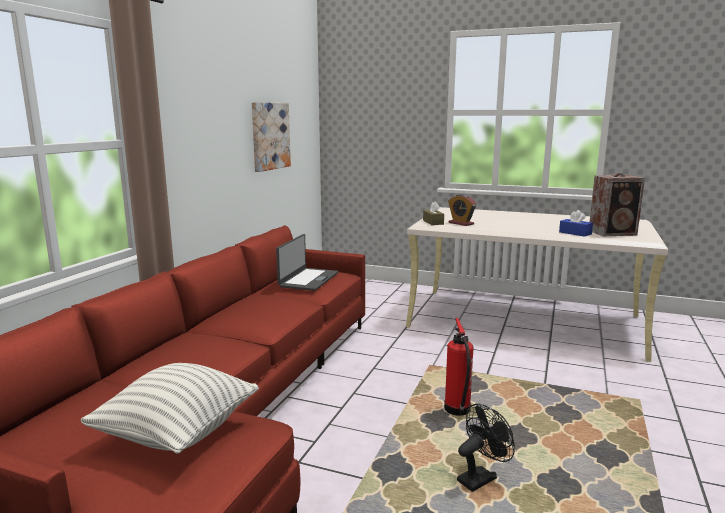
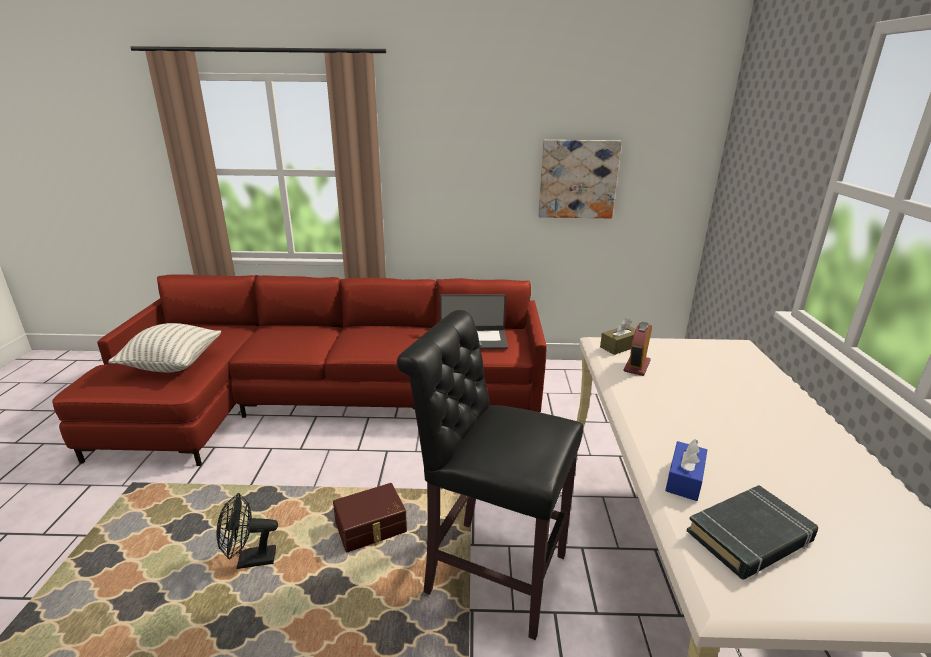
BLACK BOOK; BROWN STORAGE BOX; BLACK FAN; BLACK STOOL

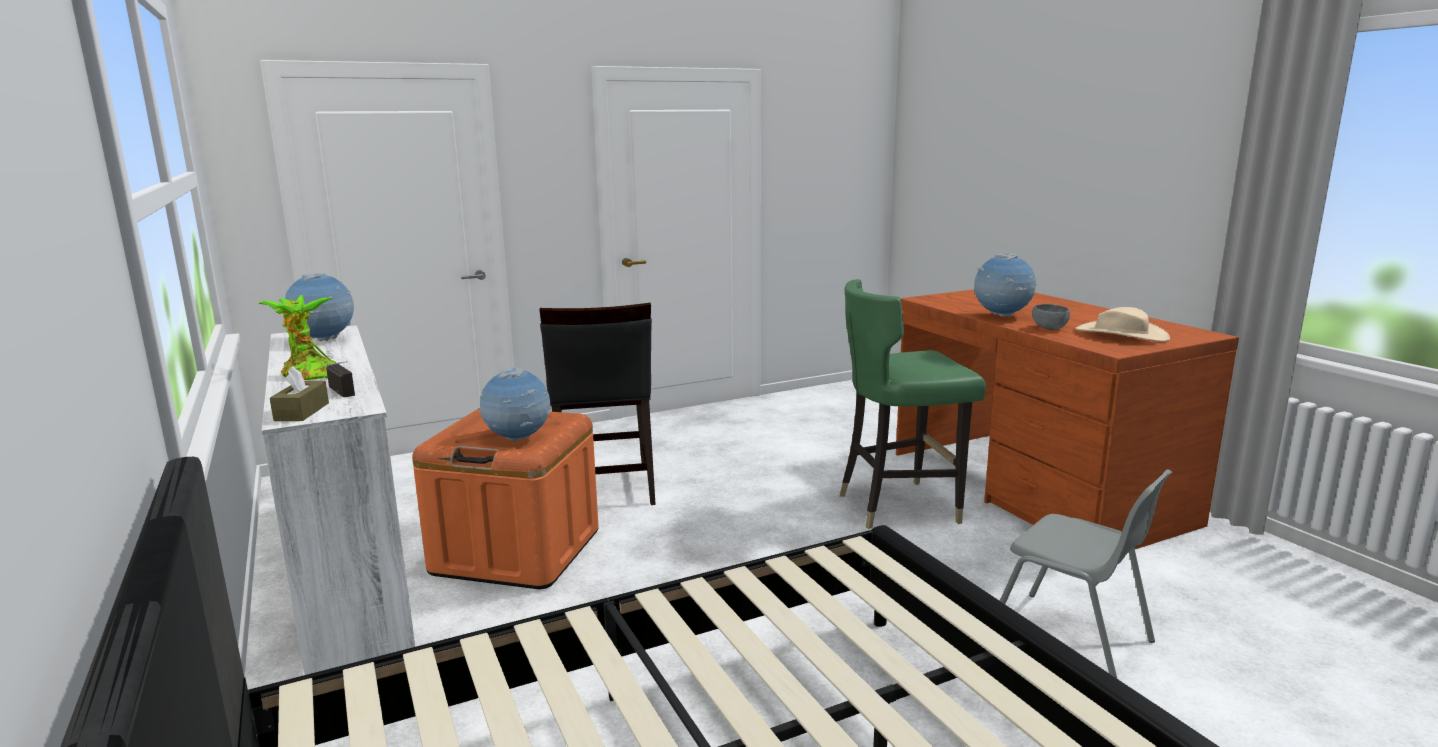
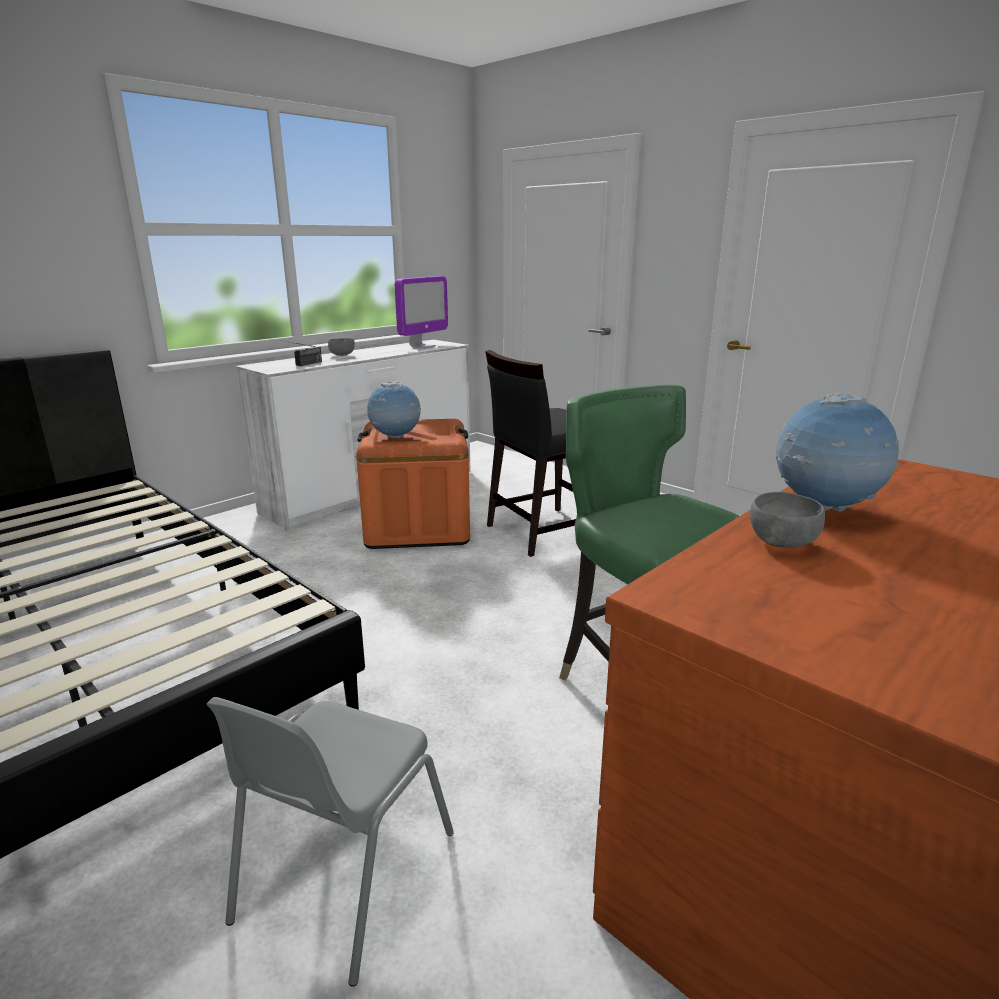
MONITOR; GREY BOWL (no. 1 from left); BEIGE HAT; BROWN TISSUE BOX

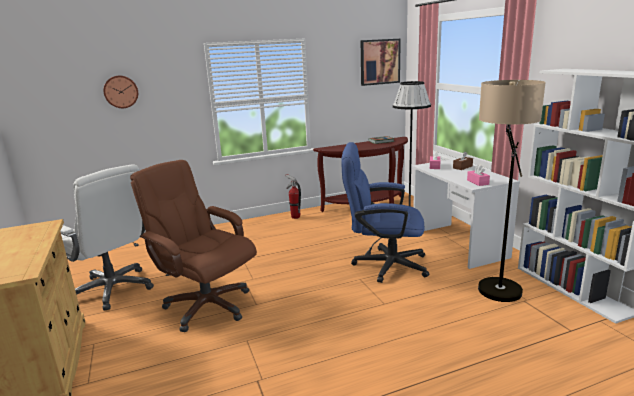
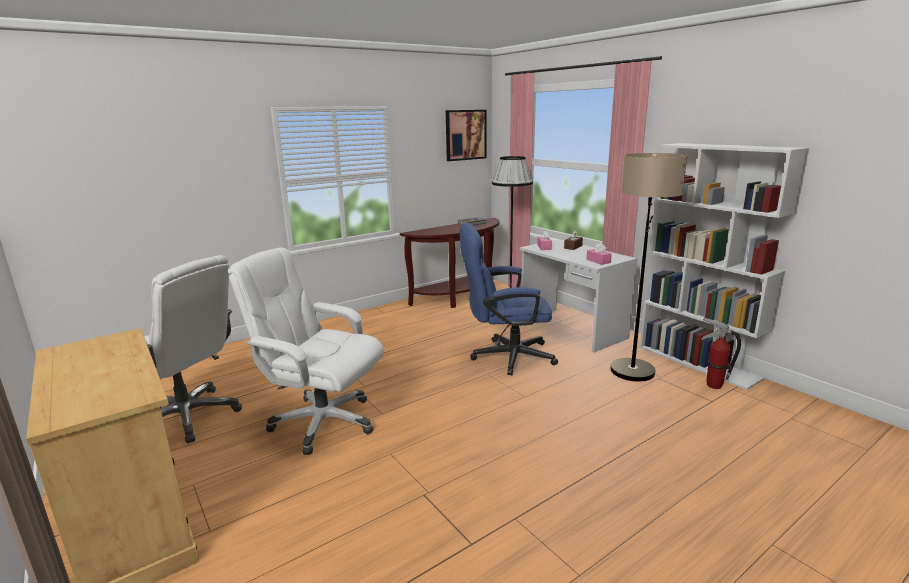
WALL CLOCK; WHITE OFFICE CHAIR (no. 2 from left); FIRE EXTINGUISHER

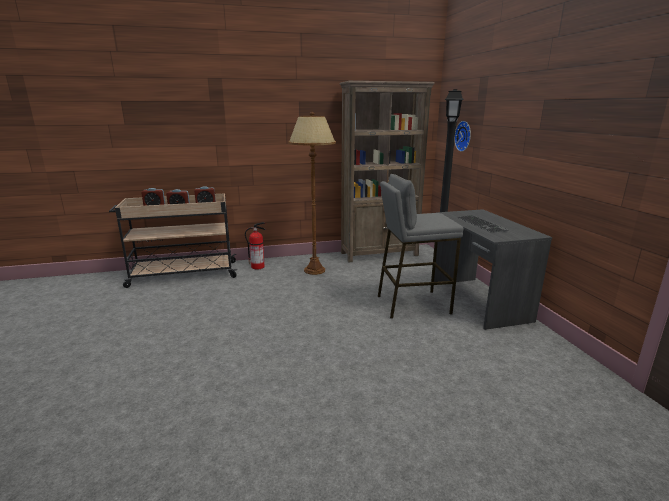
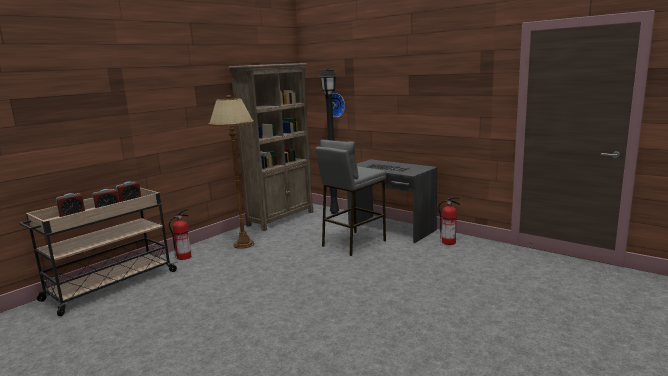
FIRE EXTINGUISHER (no. 2 from left)

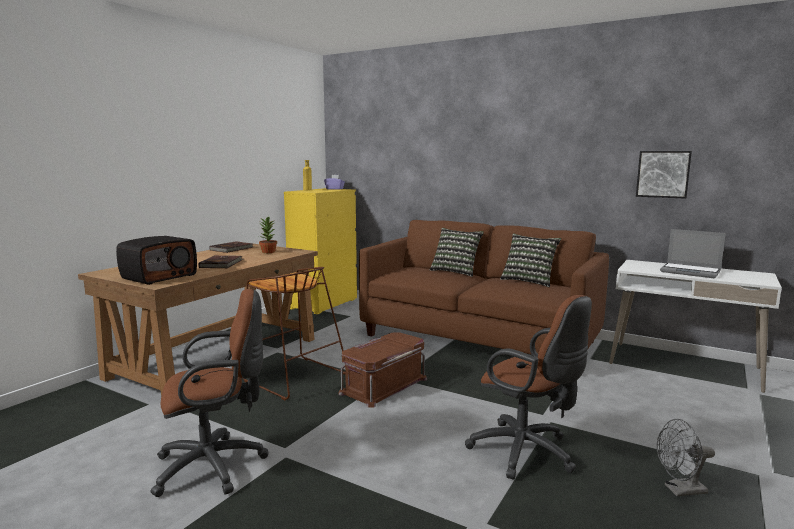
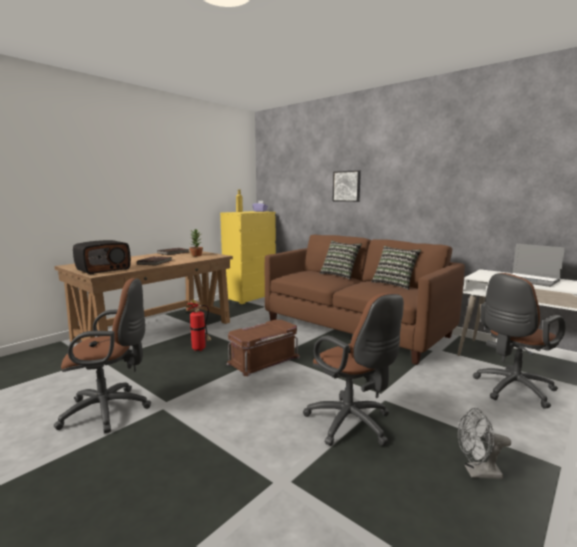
PICTURE; FIRE EXTINGUISHER; BROWN OFFICE CHAIR (no. 3 from left)

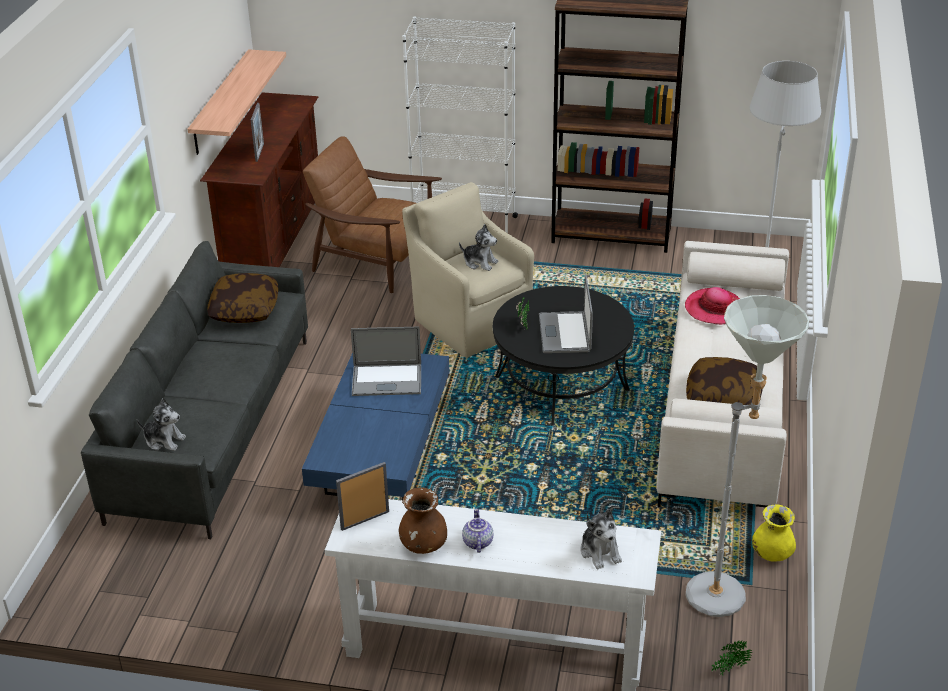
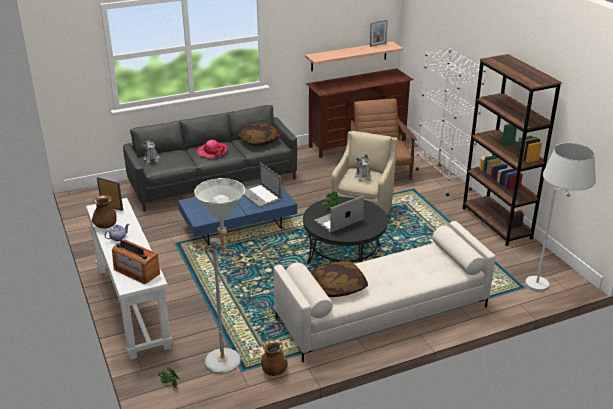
PICTURE FRAME (no. 2 from left); HAT; BROWN VASE (no. 2 from left); RADIO

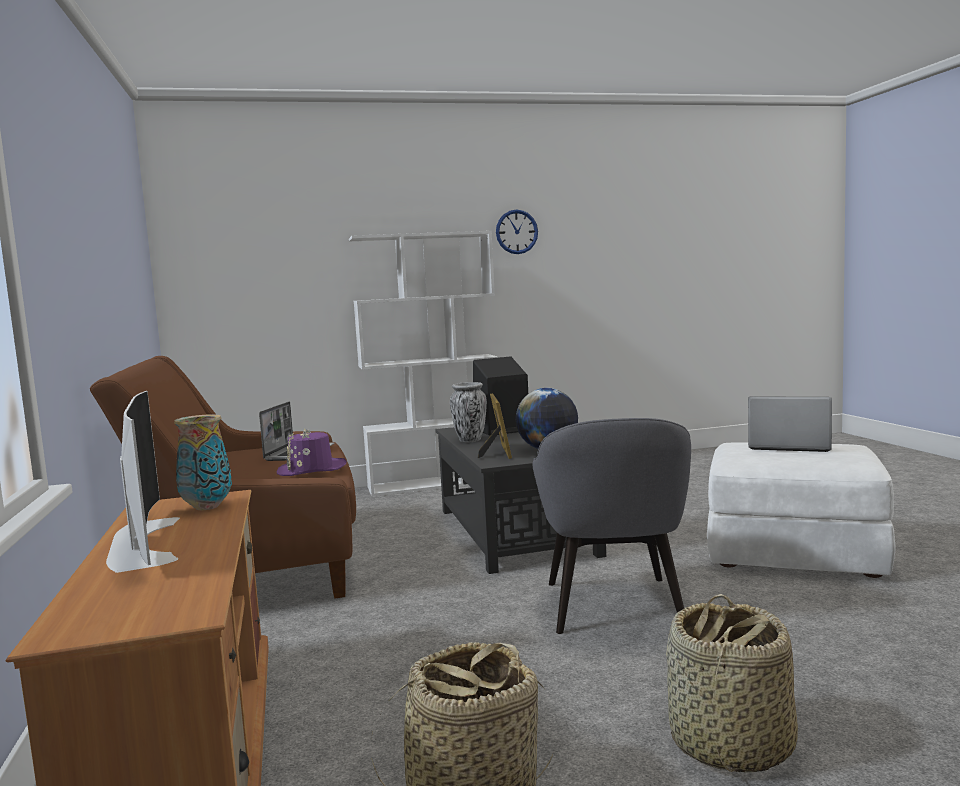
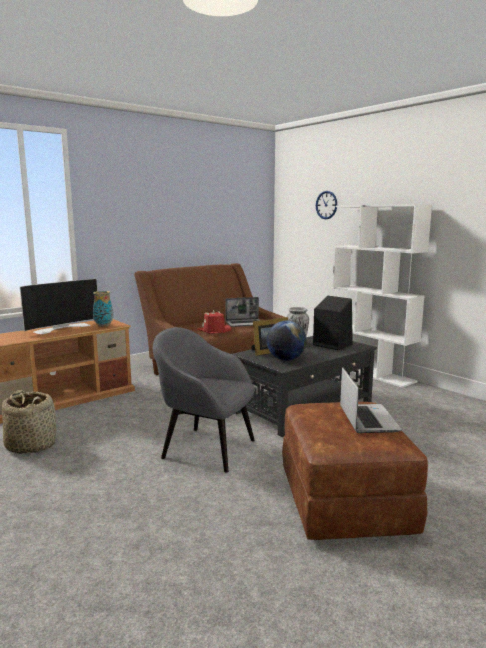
WALL CLOCK; GREY ARMCHAIR; RED HAT; BROWN OTTOMAN; BASKET (no. 2 from left in the first image)

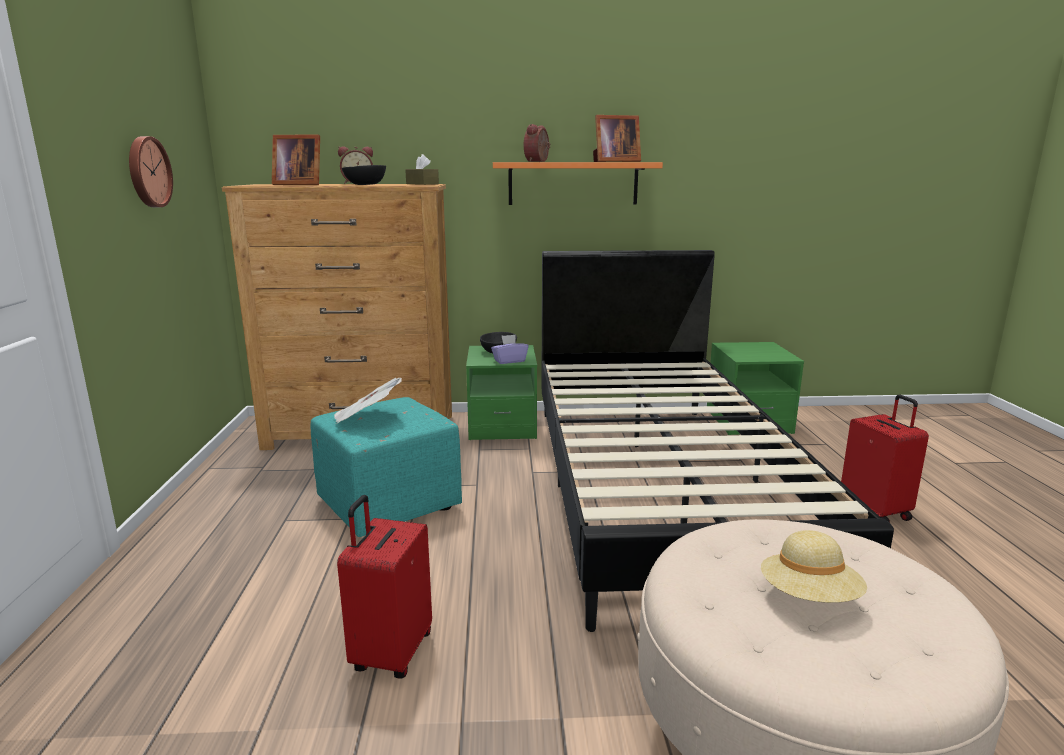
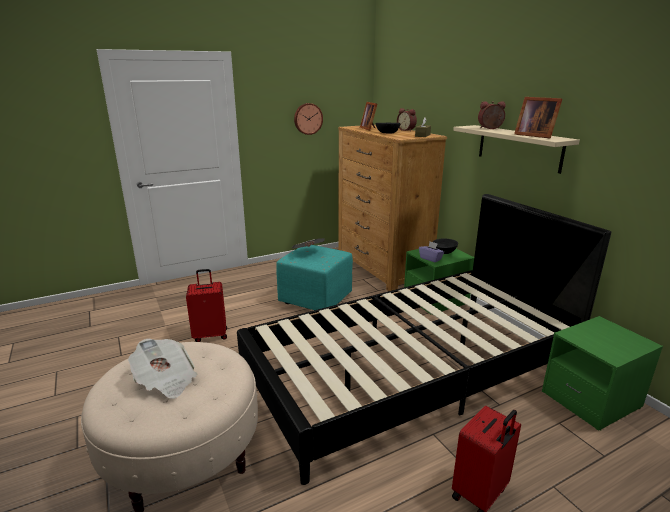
BEIGE SHELF; NEWSPAPER (no. 1 from left)

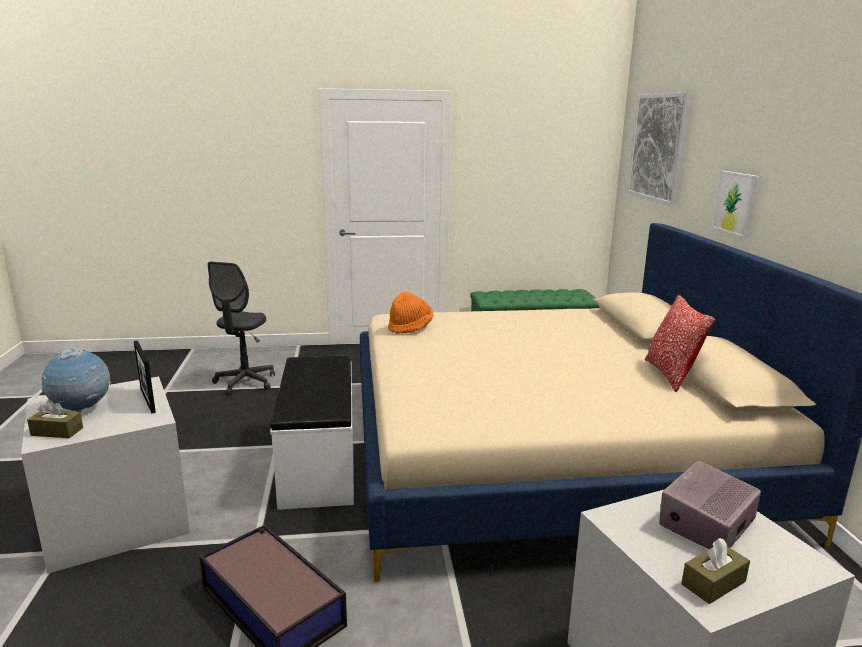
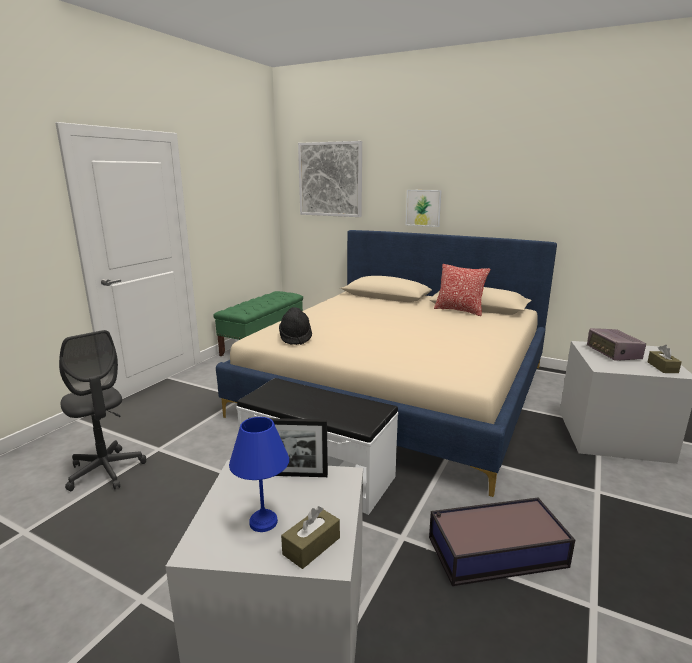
BLACK HAT; BLUE TABLE LAMP

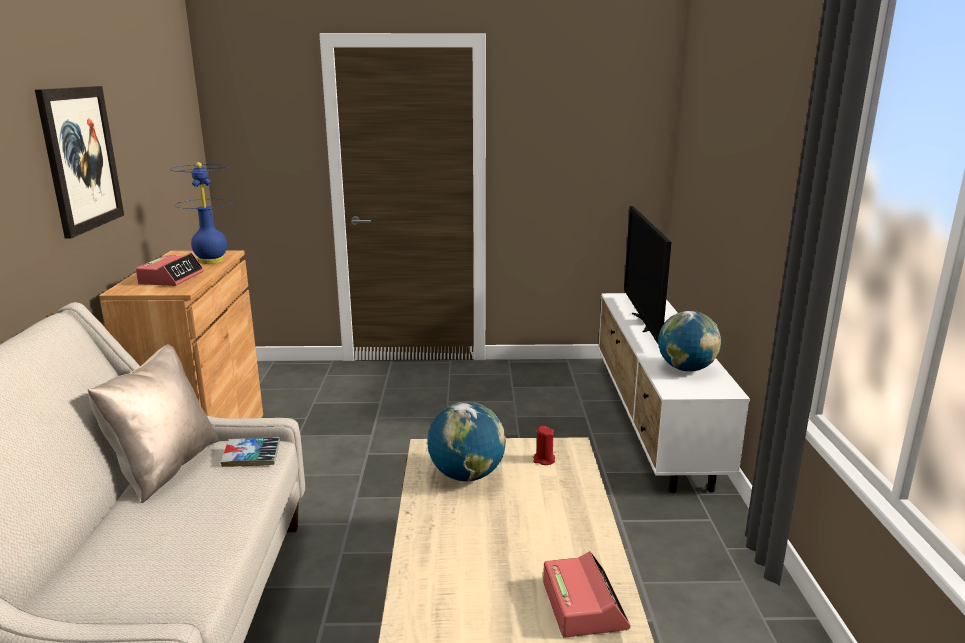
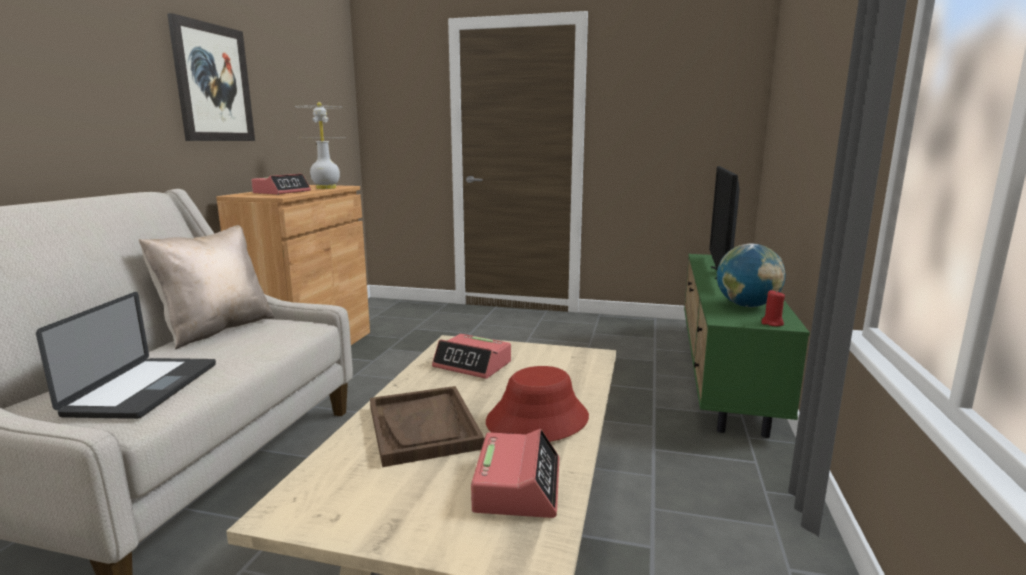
WHITE TABLE LAMP; GREEN TV STAND; ALARM CLOCK (no. 2 from left); RED CANDLE; BOOK; LAPTOP; RED HAT; BROWN TRAY

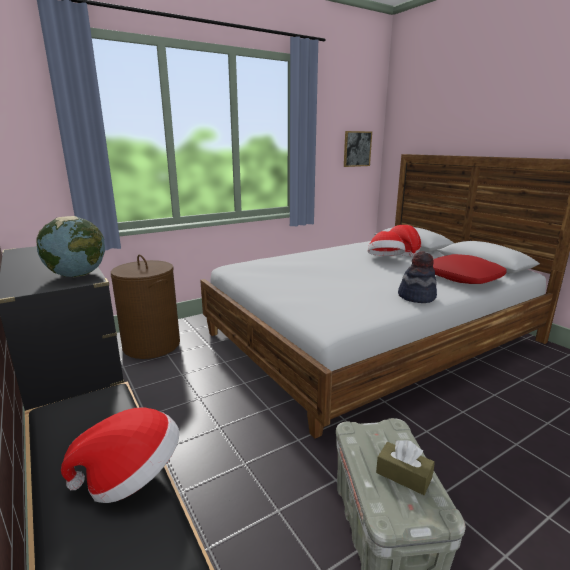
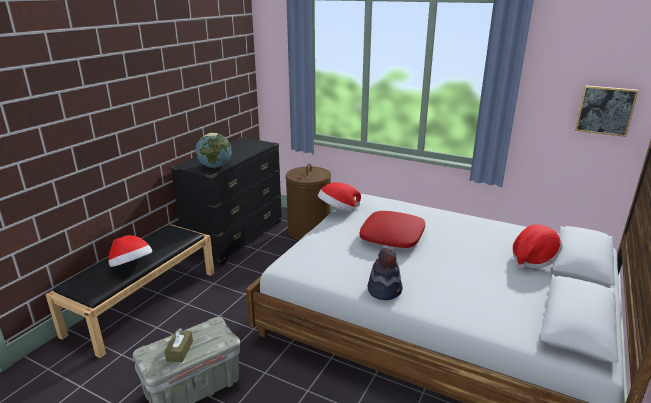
HAT (no. 2 from left); RED PILLOW

